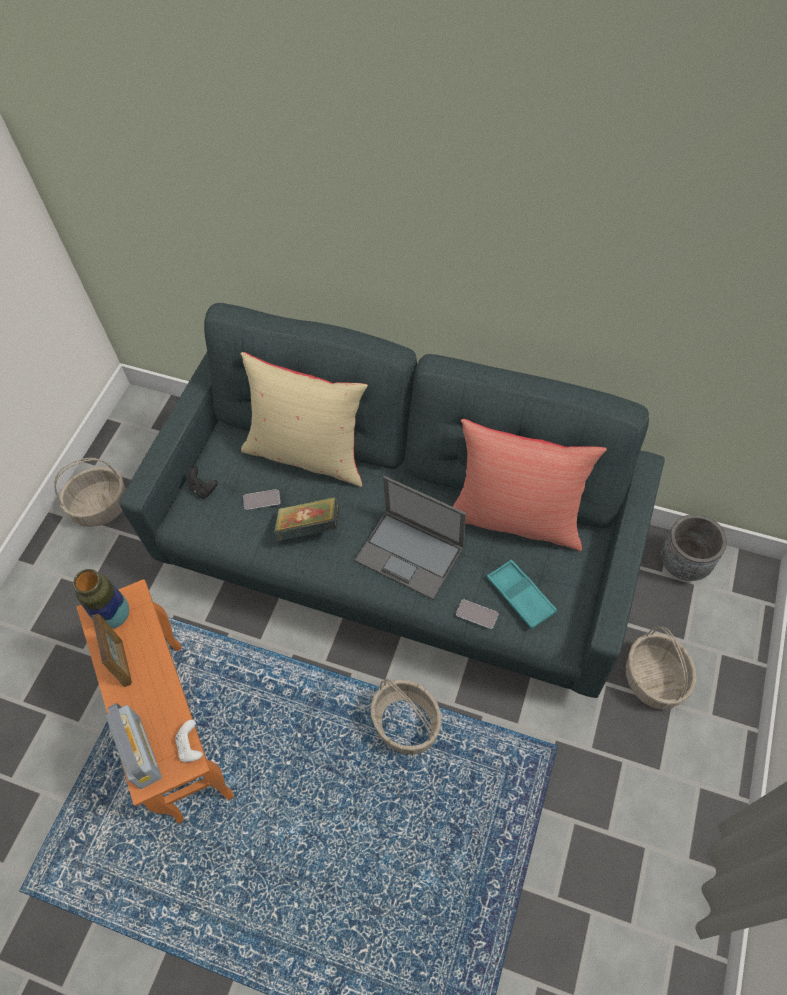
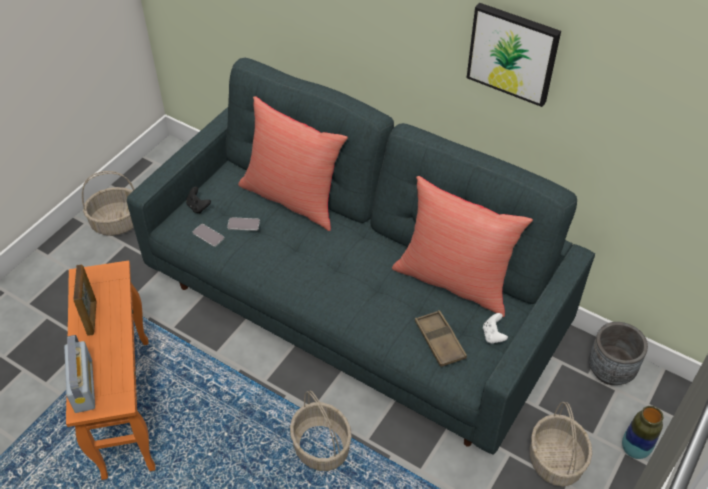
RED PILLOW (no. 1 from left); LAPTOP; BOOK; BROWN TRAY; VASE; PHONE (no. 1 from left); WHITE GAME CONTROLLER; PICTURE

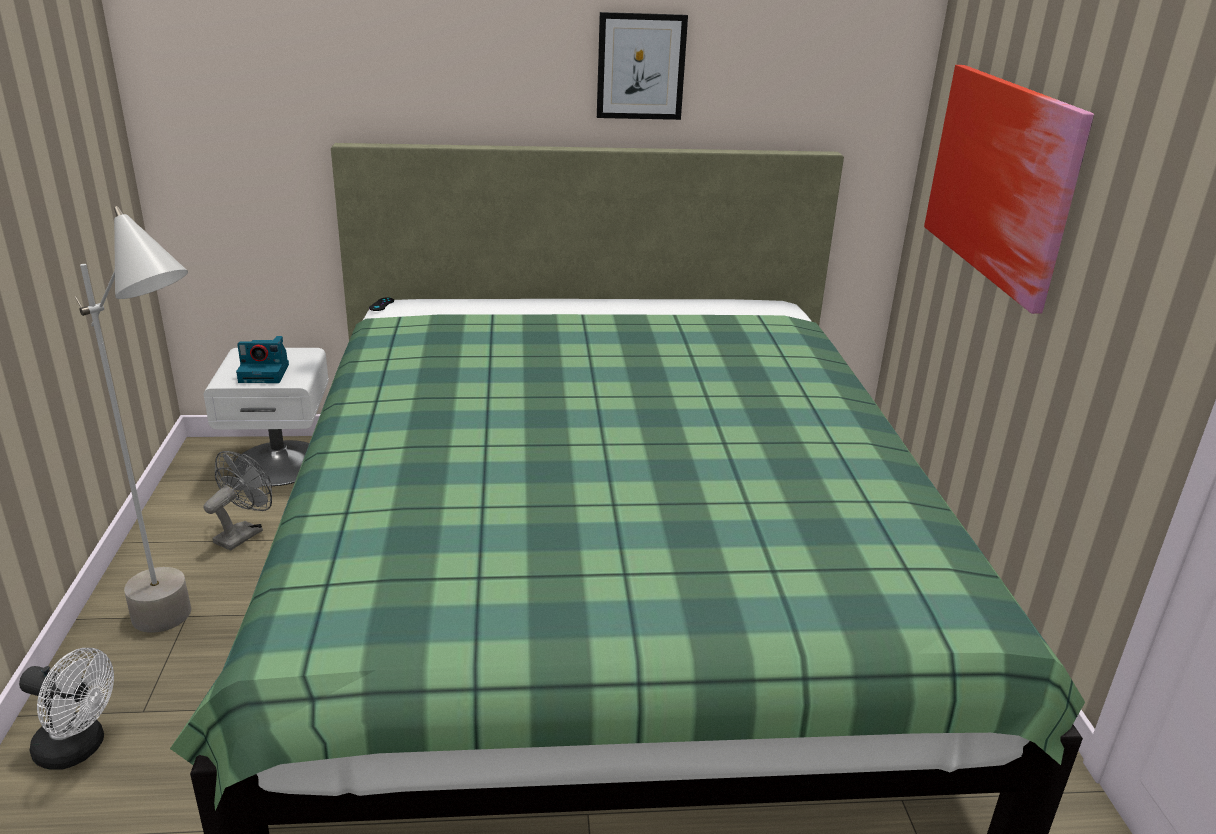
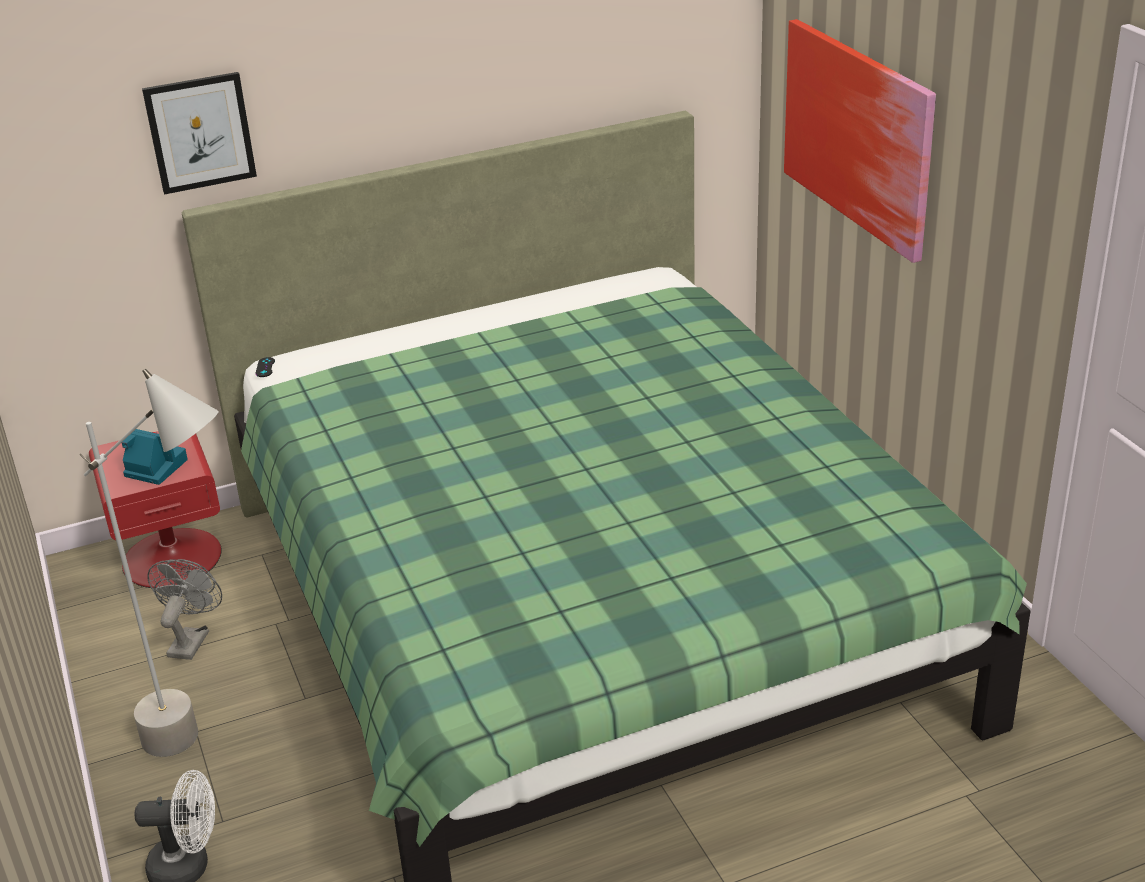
PICTURE (no. 1 from left); PHOTO CAMERA; RED NIGHTSTAND

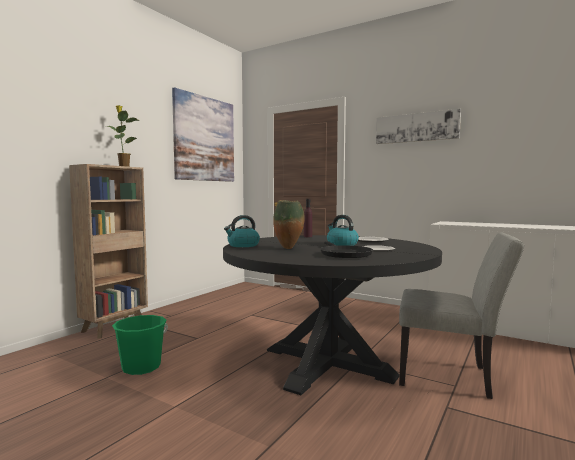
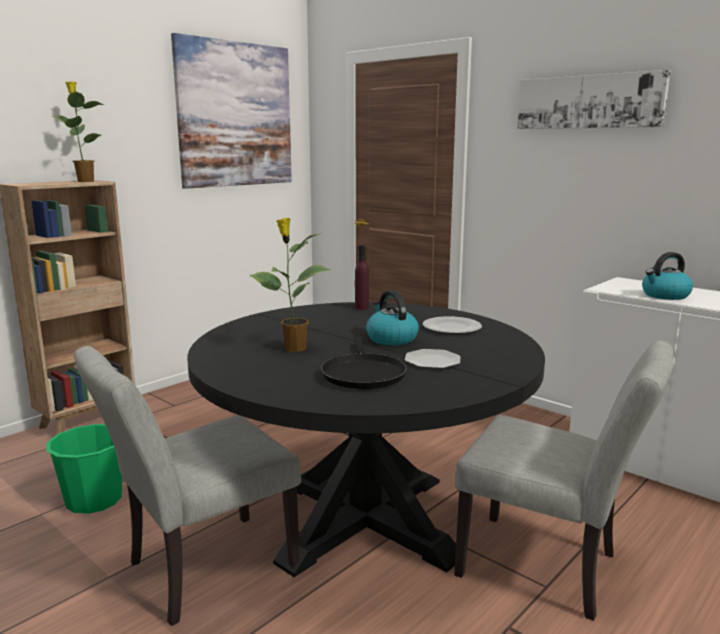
POTTED PLANT (no. 2 from left); KETTLE (no. 2 from left); GREY CHAIR (no. 1 from left)

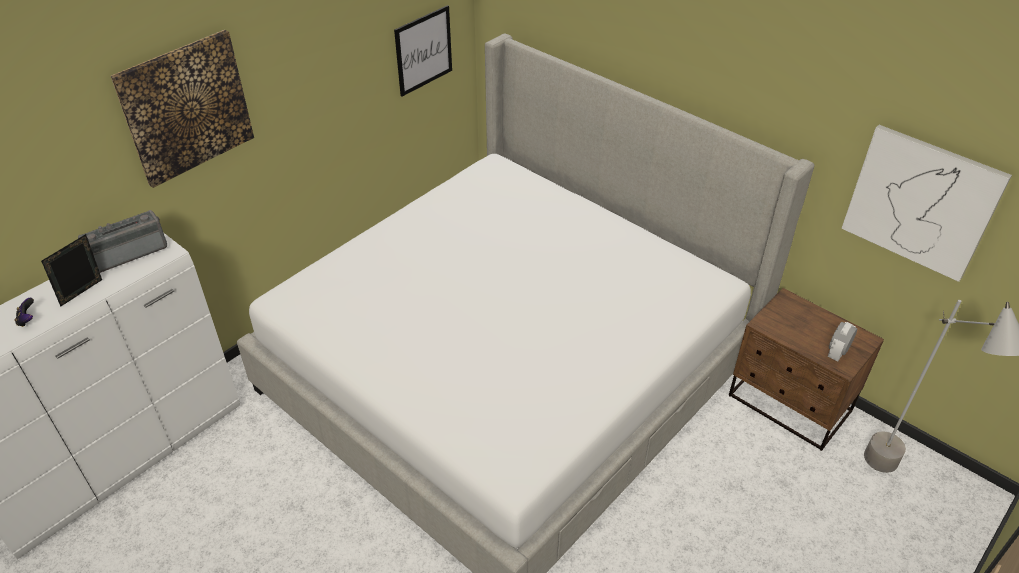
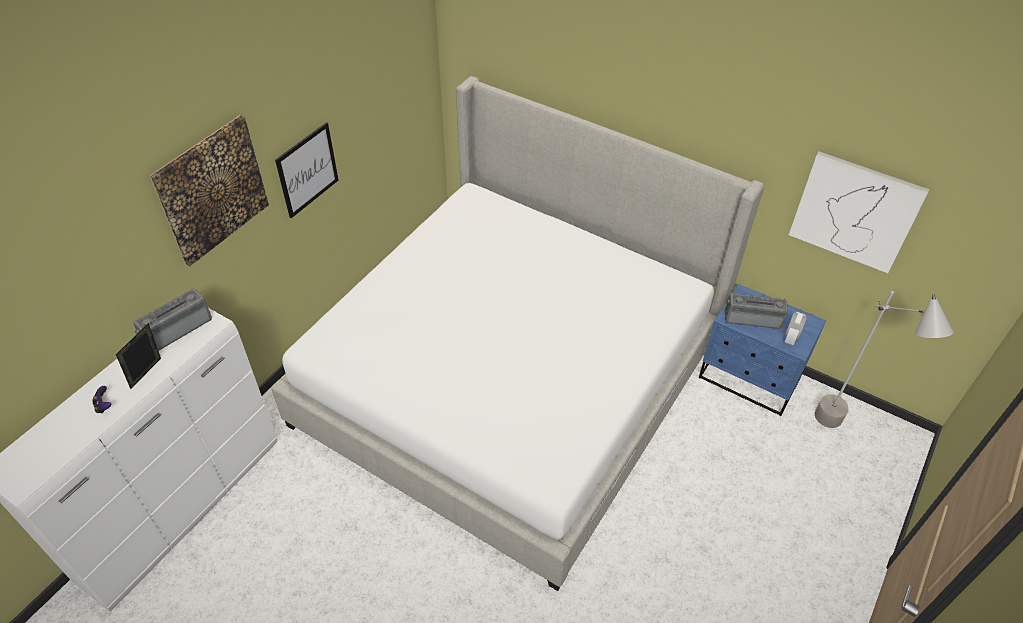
PICTURE (no. 2 from left); BLUE NIGHTSTAND; RADIO (no. 2 from left)

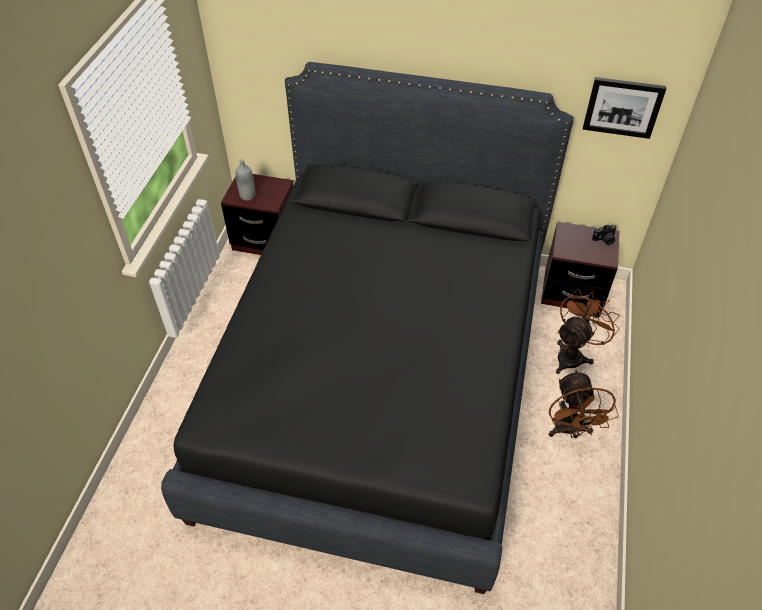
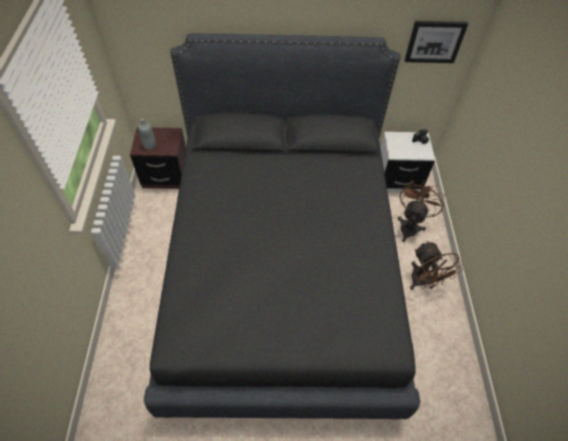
WHITE NIGHTSTAND

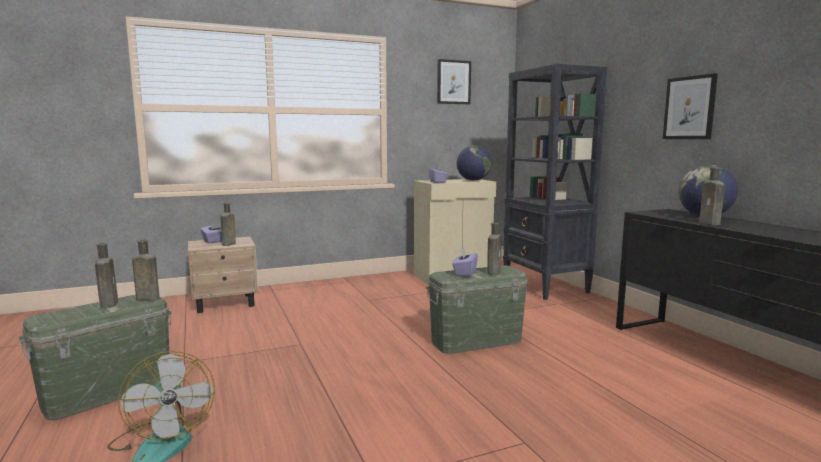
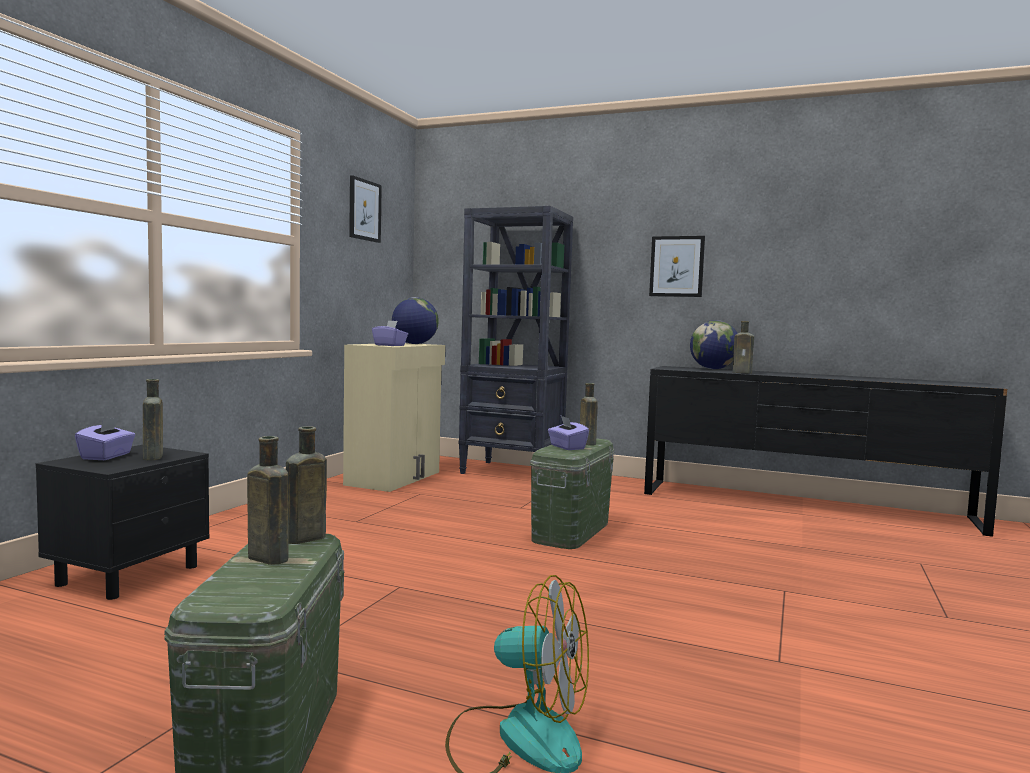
BLACK NIGHTSTAND

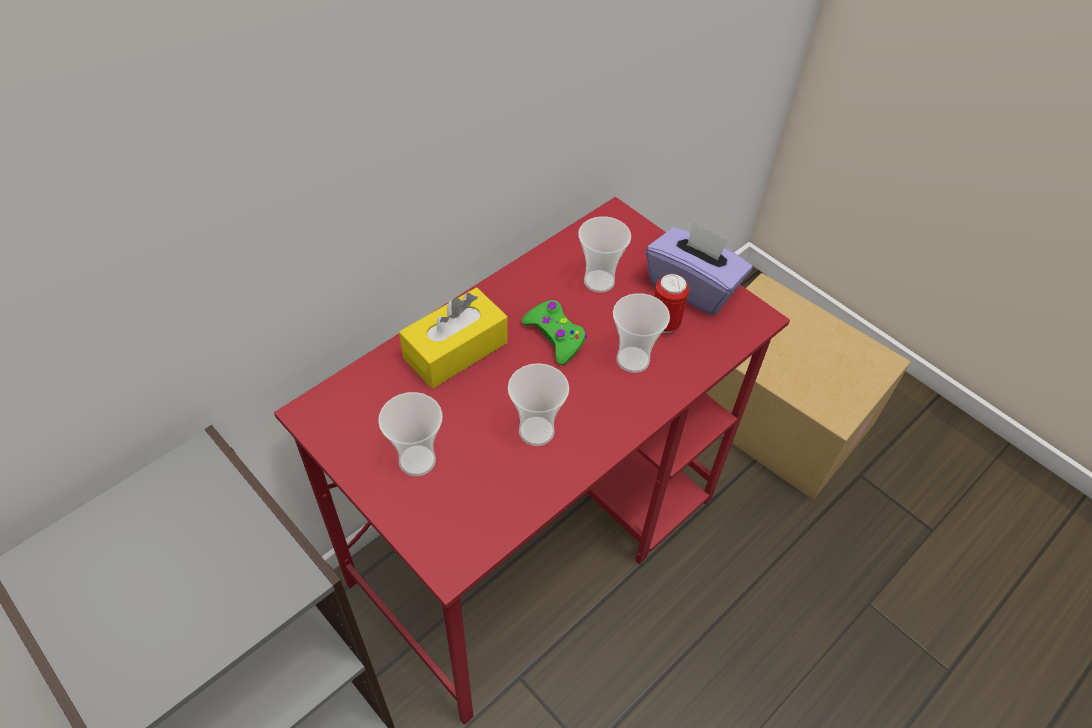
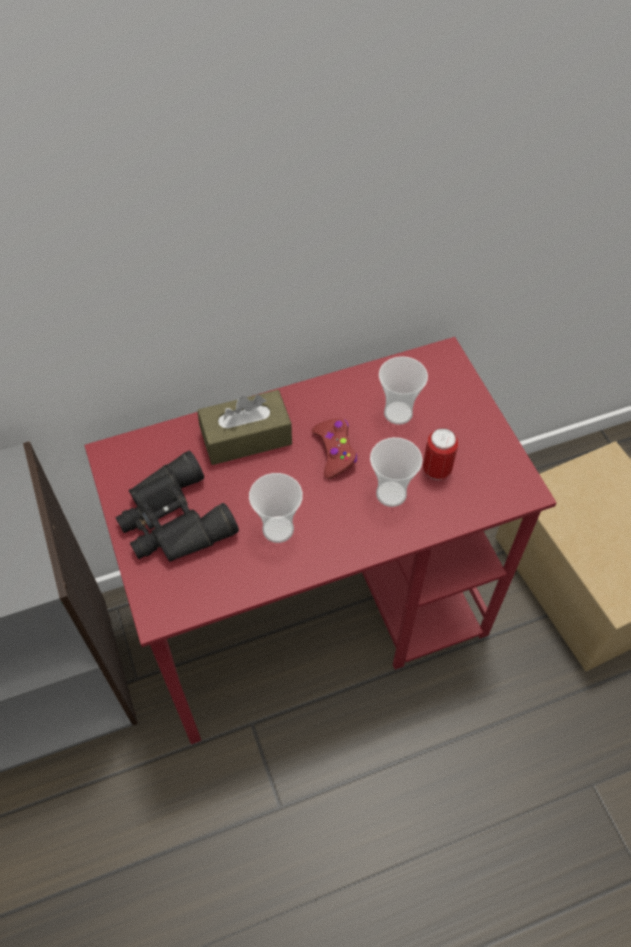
PURPLE TISSUE BOX; BROWN TISSUE BOX; RED GAME CONTROLLER; BLACK BINOCULARS

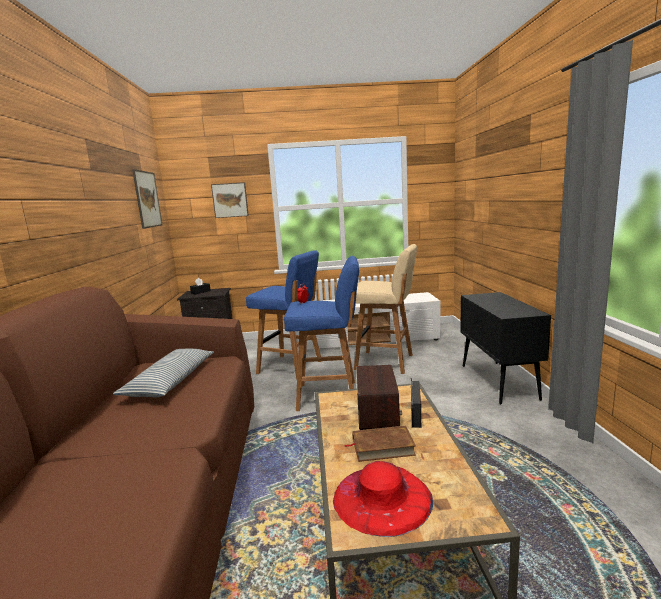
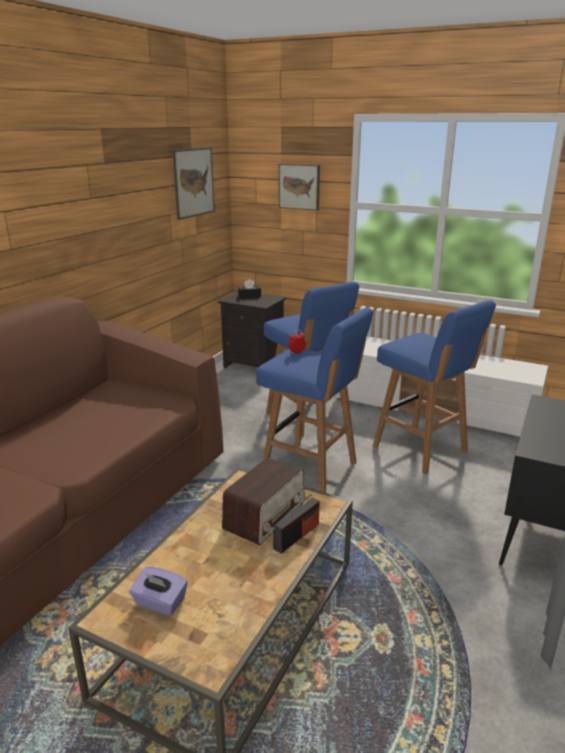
BLUE STOOL (no. 3 from left); PILLOW; BROWN BOOK; PURPLE TISSUE BOX

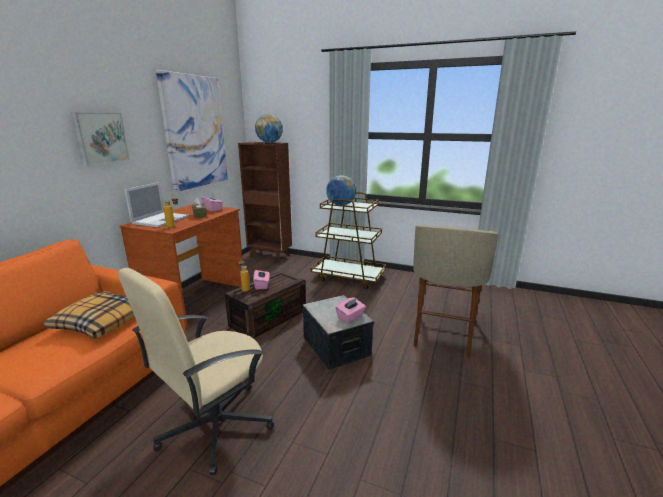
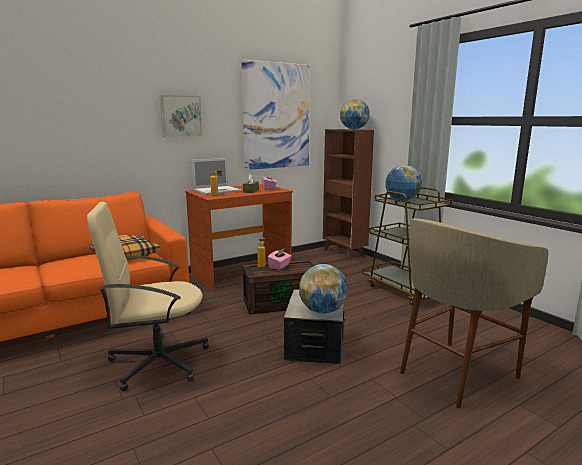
GLOBE (no. 1 from left)

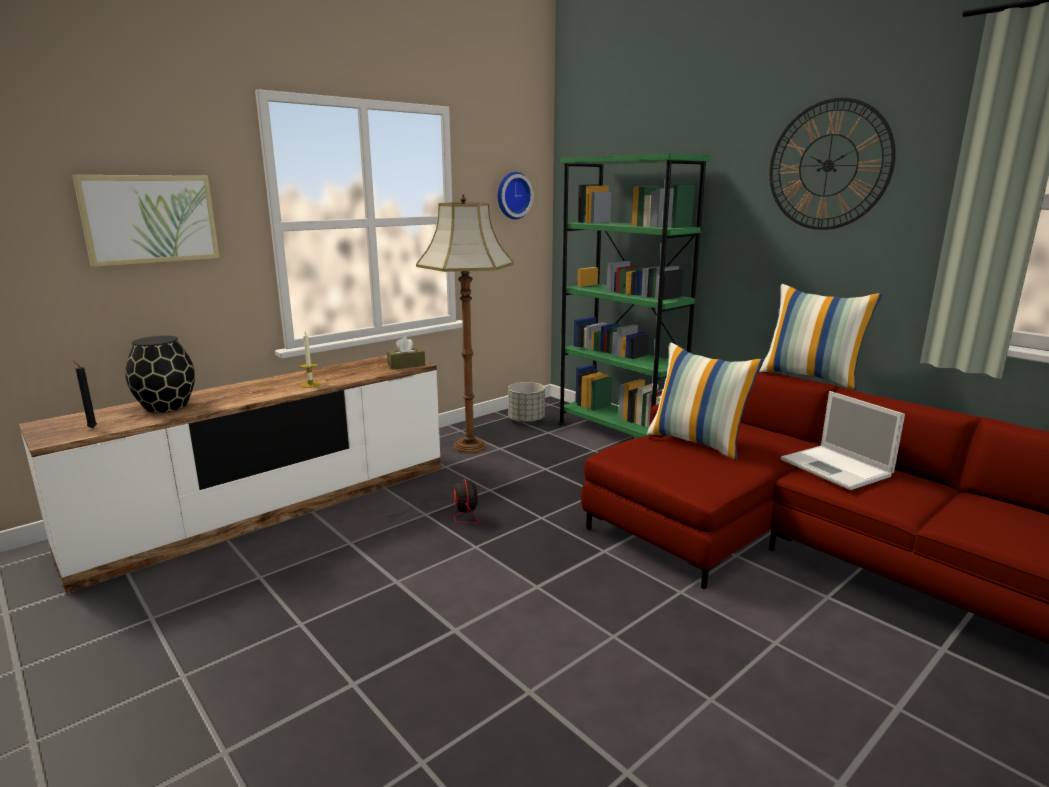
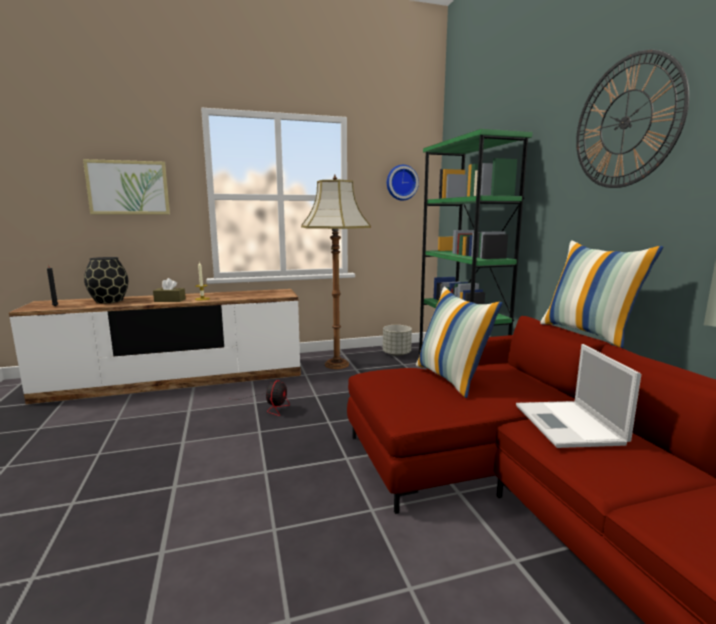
BROWN TISSUE BOX

